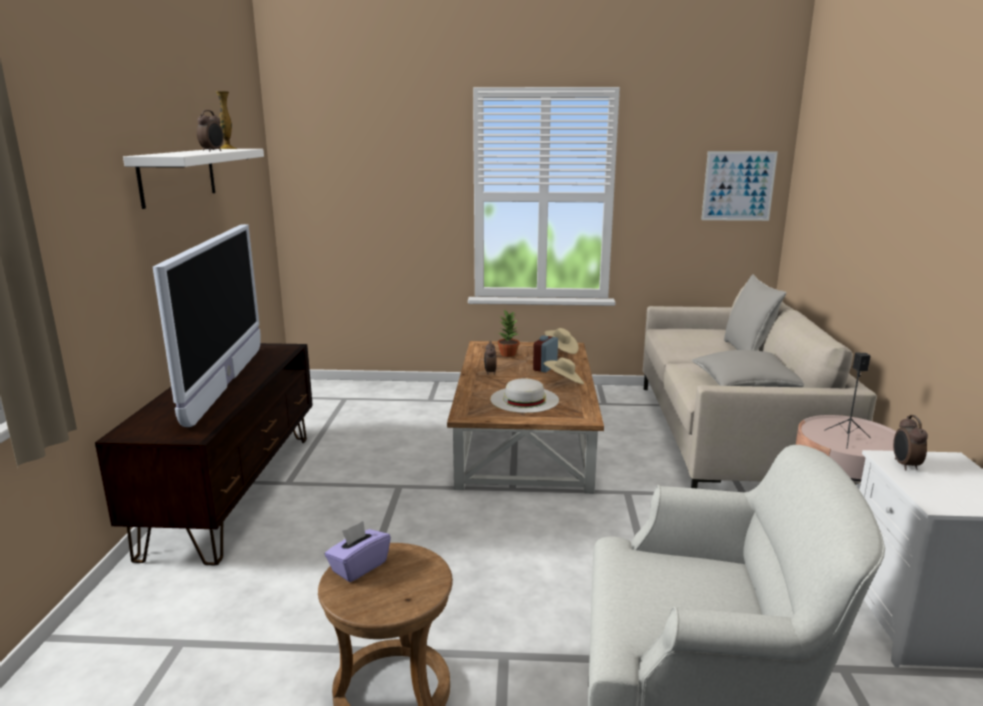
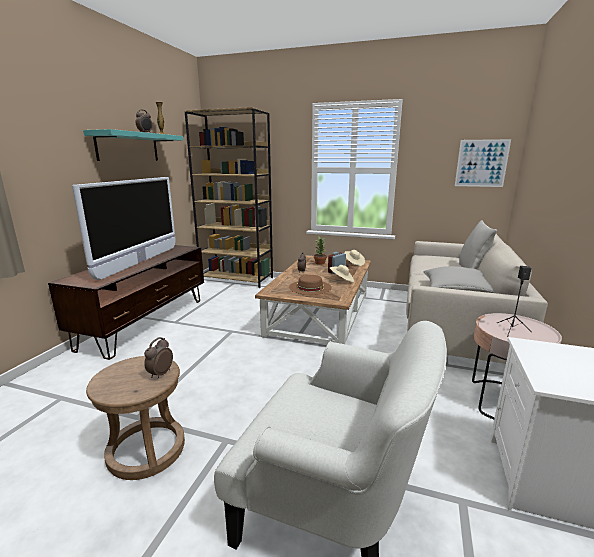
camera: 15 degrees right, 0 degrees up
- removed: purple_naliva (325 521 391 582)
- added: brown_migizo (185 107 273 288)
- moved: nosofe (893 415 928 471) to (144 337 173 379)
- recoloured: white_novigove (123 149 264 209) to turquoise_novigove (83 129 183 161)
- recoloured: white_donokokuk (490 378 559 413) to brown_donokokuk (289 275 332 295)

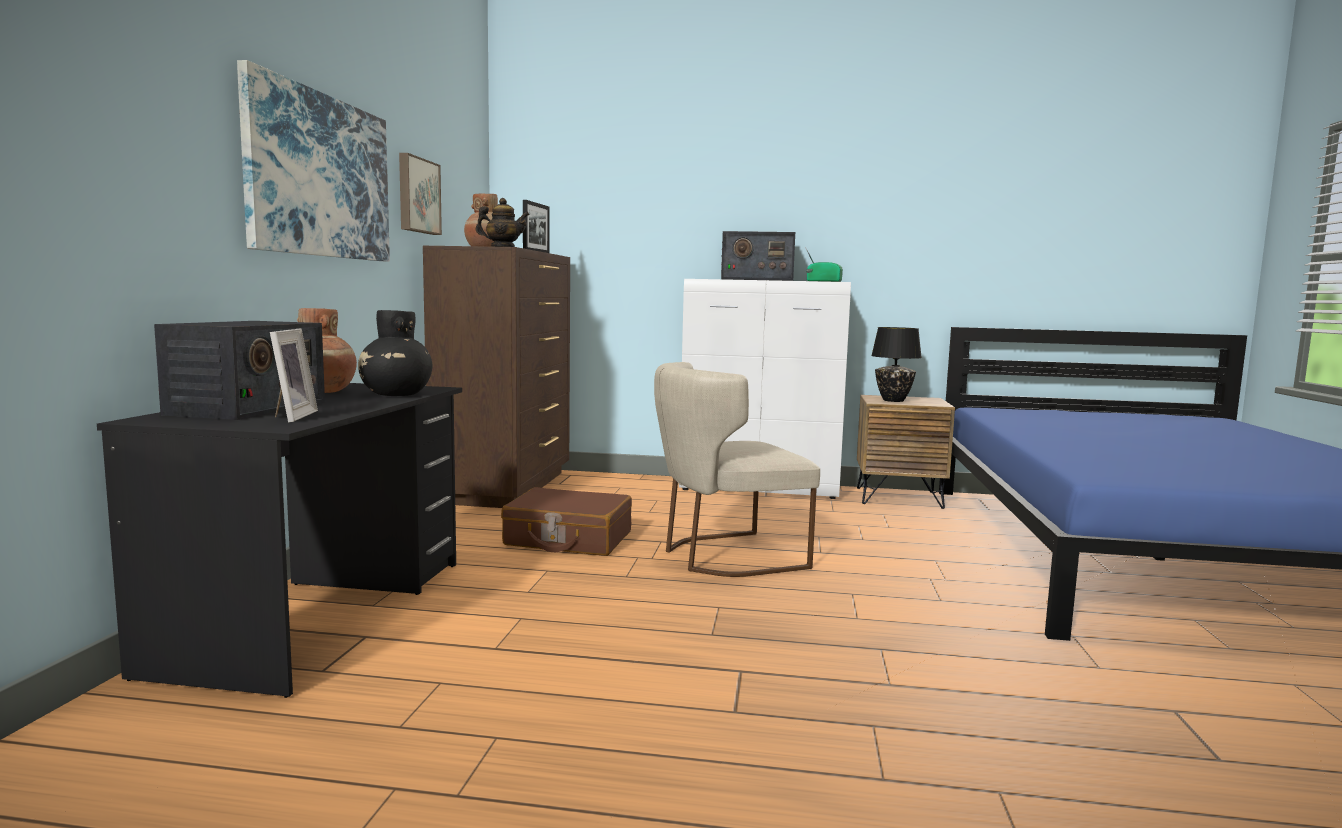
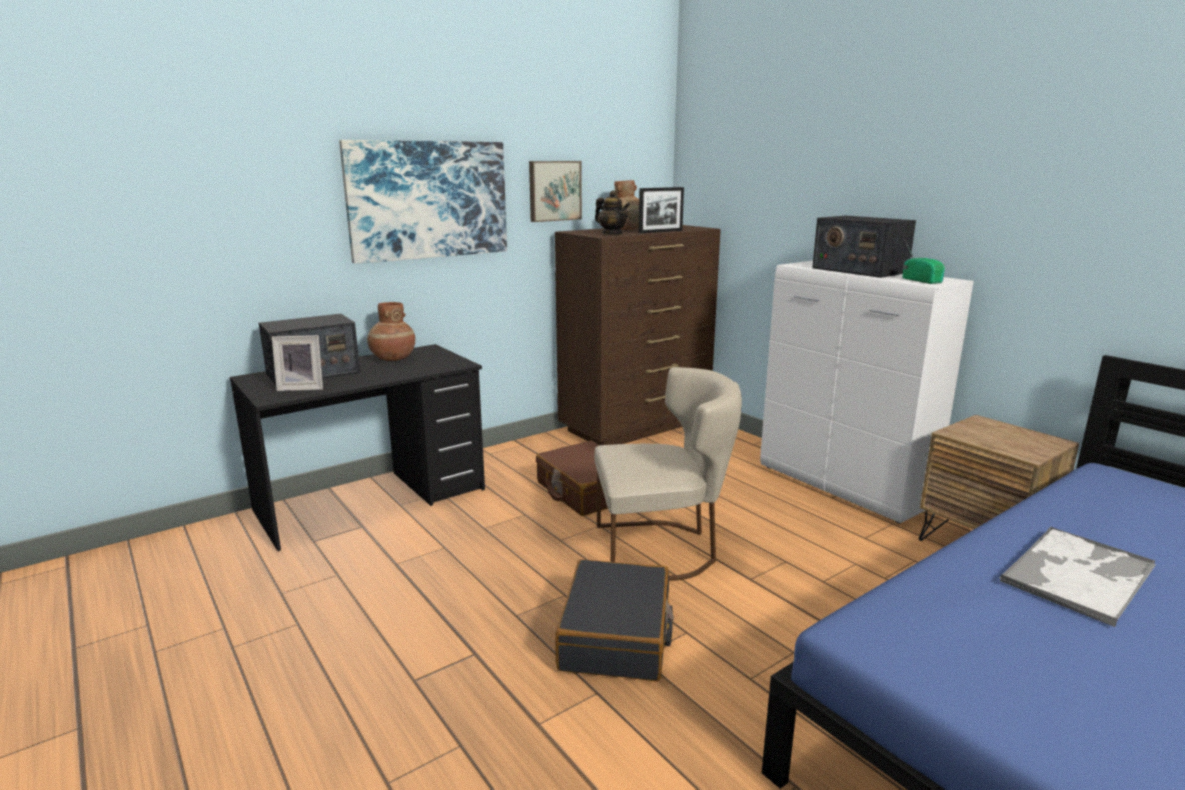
camera: 45 degrees right, 10 degrees up
- removed: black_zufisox (358 310 432 396)
- removed: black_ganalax (871 327 922 402)
- added: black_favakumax (555 559 674 681)
- added: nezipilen (999 527 1156 627)
- turned: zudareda (270 328 318 423) = (272 335 323 391) 45 degrees clockwise
- turned: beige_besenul (654 362 820 577) = (594 367 742 581) 150 degrees clockwise

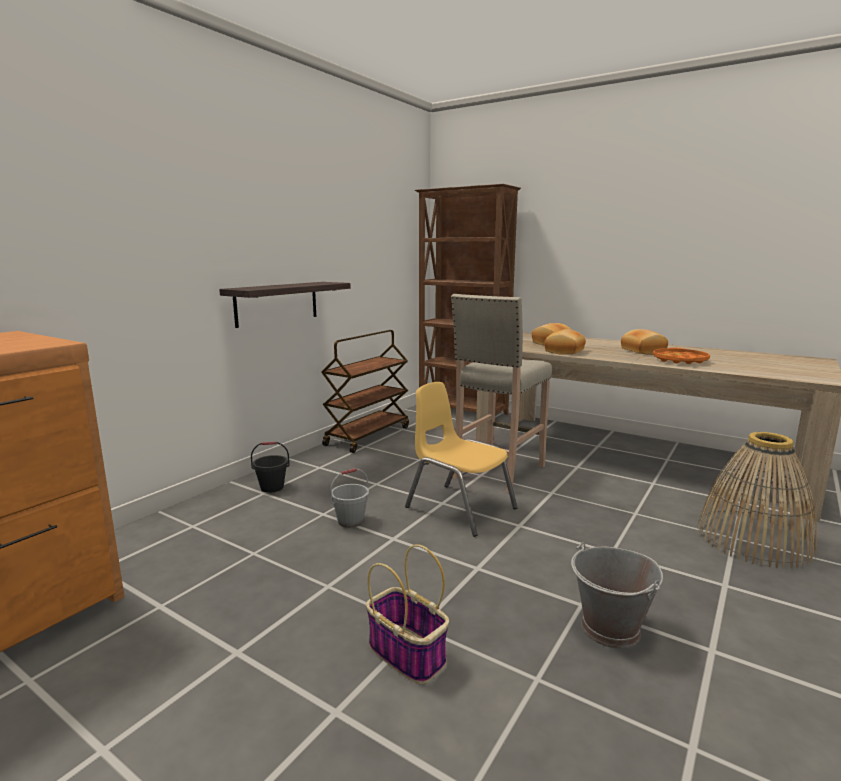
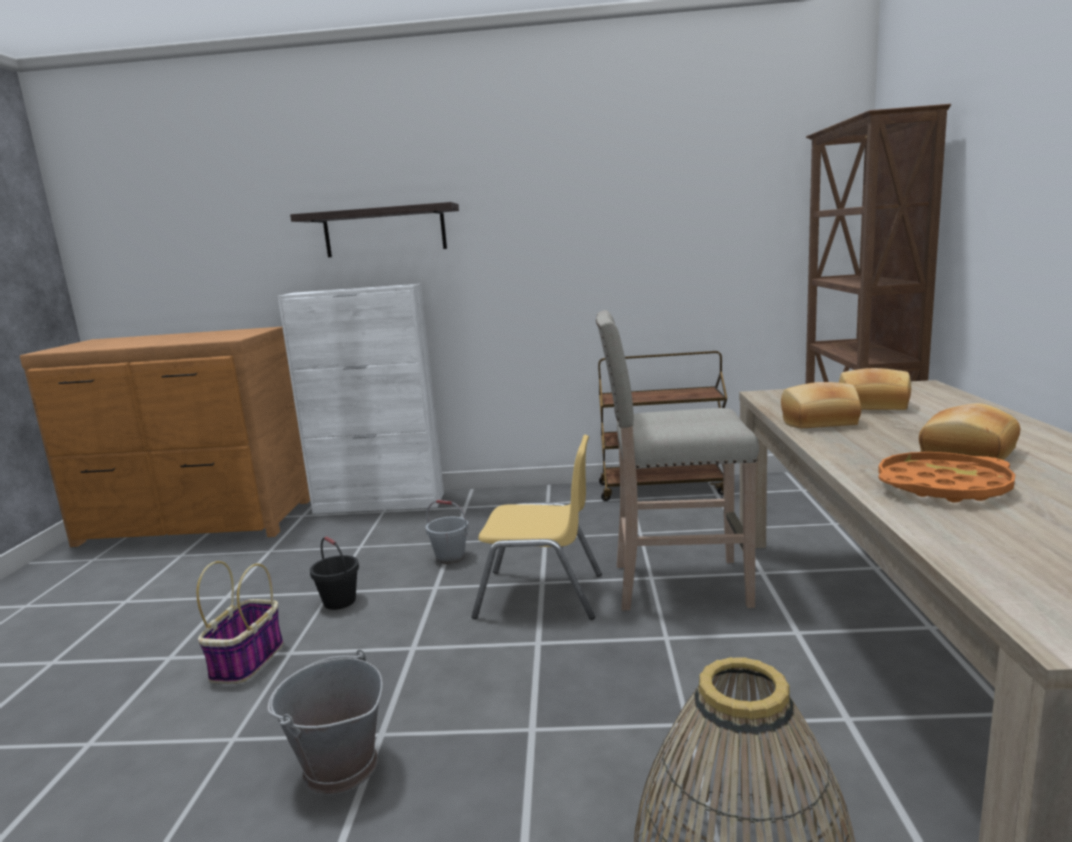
camera: 60 degrees right, 0 degrees up
- added: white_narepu (277 284 444 514)
- moved: novigove (219 282 351 328) to (290 202 459 257)
- moved: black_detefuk (251 442 290 493) to (310 536 359 610)
- turned: yellow_besenul (405 382 518 537) = (471 435 602 620) 90 degrees clockwise

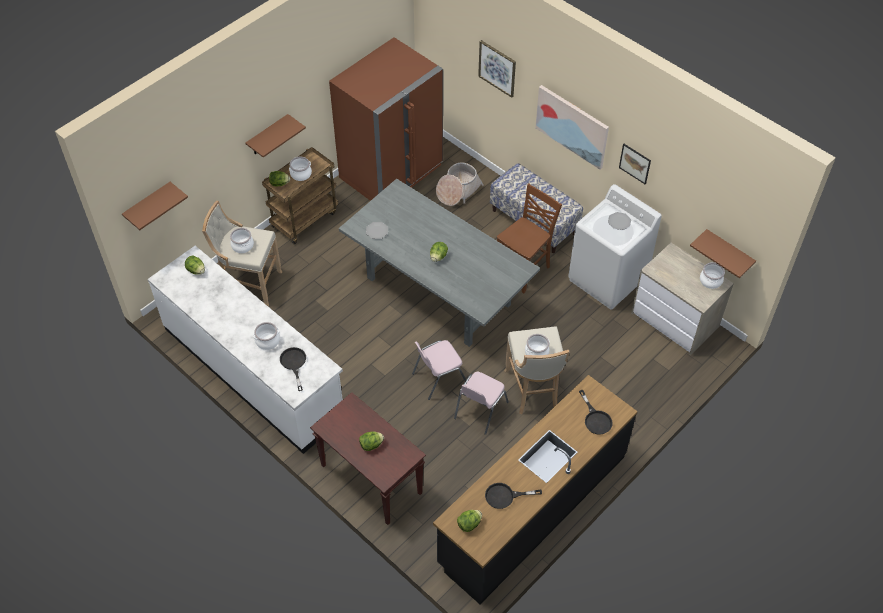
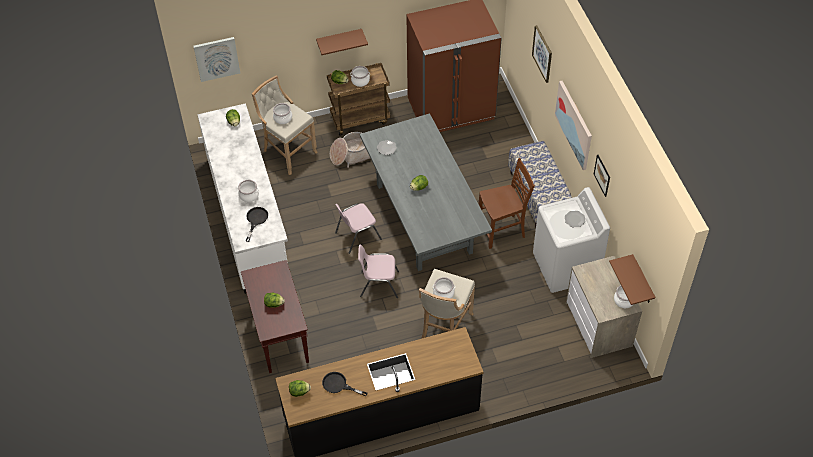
camera: 30 degrees right, 0 degrees up
- removed: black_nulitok (579 390 612 435)
- moved: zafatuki (436 163 484 206) to (330 132 370 168)
- moved: pink_besenul (454 371 509 435) to (335 203 382 254)
- replaced: brown_novigove (122 182 188 230) to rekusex (193 37 240 82)

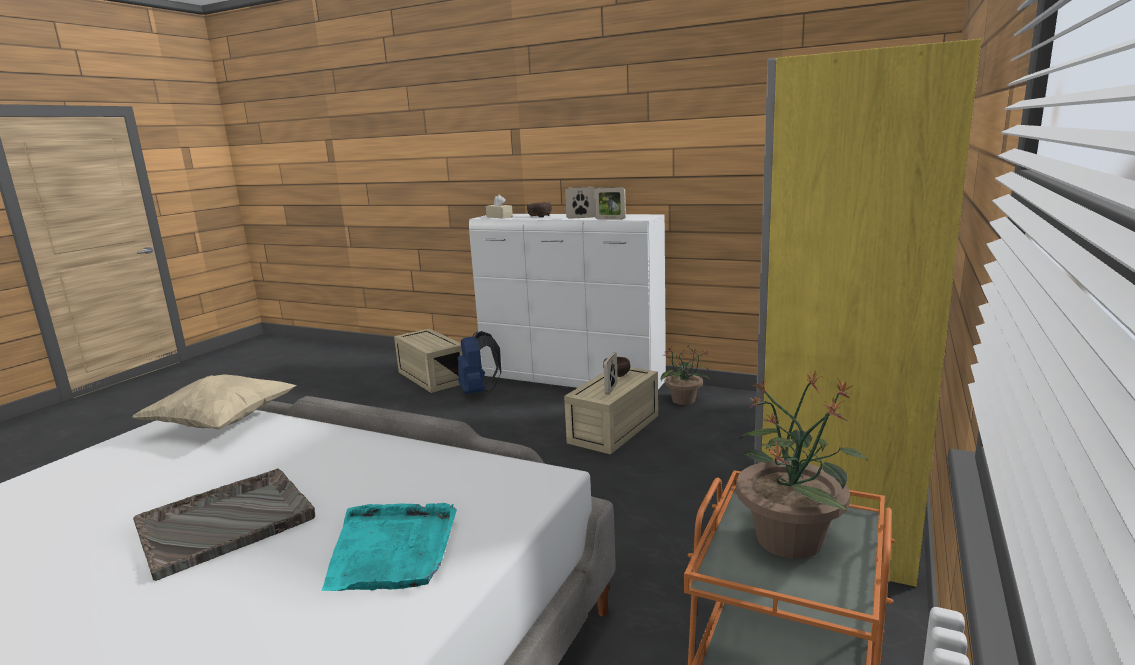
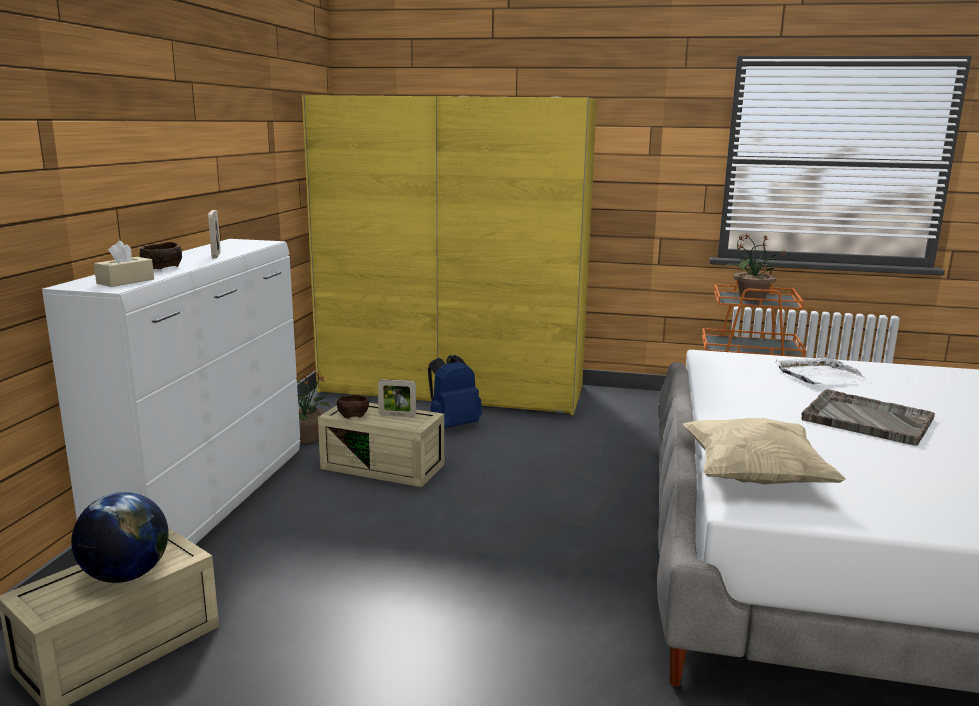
camera: 105 degrees left, 0 degrees up
- removed: zudareda (594 187 626 220)
- added: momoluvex (71 492 169 583)
- moved: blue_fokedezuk (457 331 501 394) to (428 355 482 428)
- recoloured: turquoise_nezipilen (322 503 457 591) to white_nezipilen (775 357 870 385)

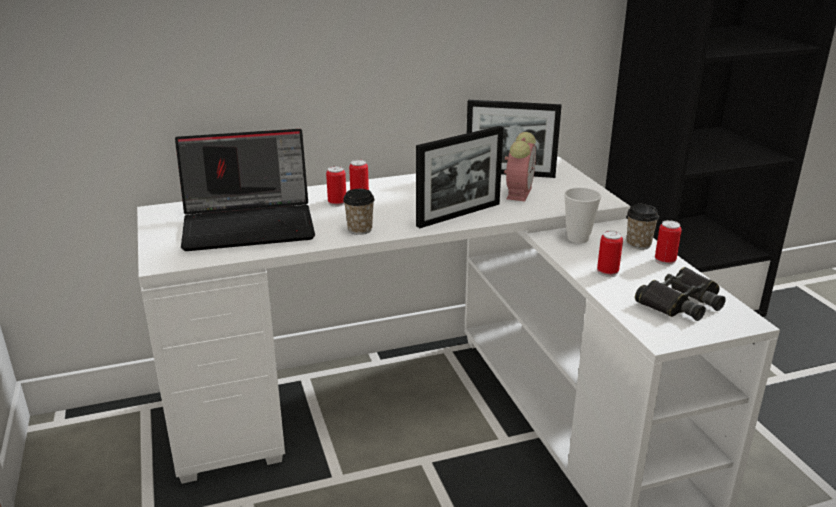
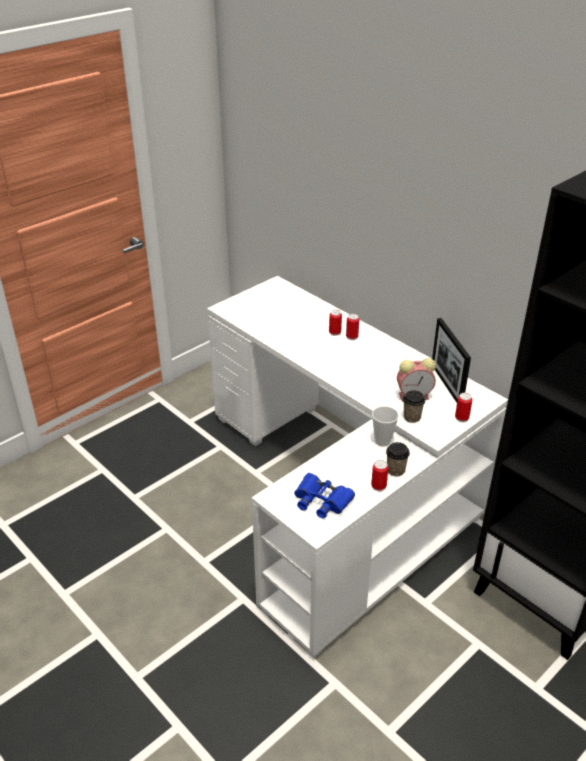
camera: 65 degrees right, 10 degrees up
- removed: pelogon (175 129 315 251)
- removed: zudareda (416 126 504 228)
- moved: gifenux (343 189 375 235) to (403 390 425 423)
- moved: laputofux (597 231 623 277) to (455 393 472 422)
- recoloured: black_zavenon (635 267 726 321) to blue_zavenon (294 473 355 518)

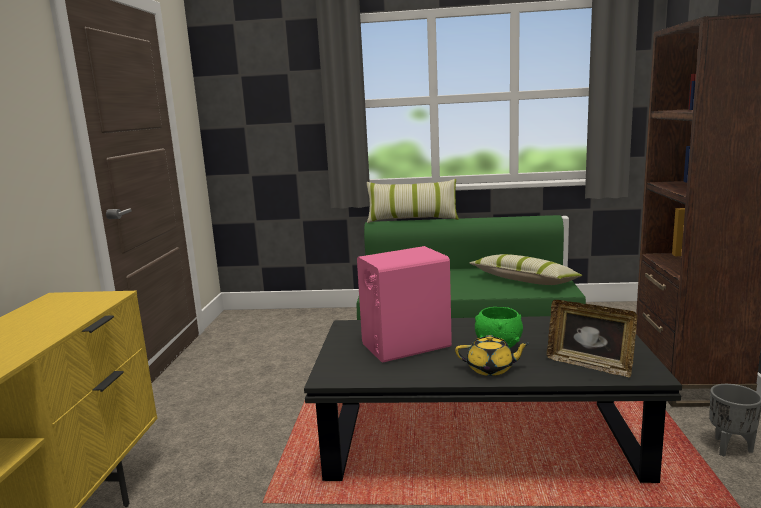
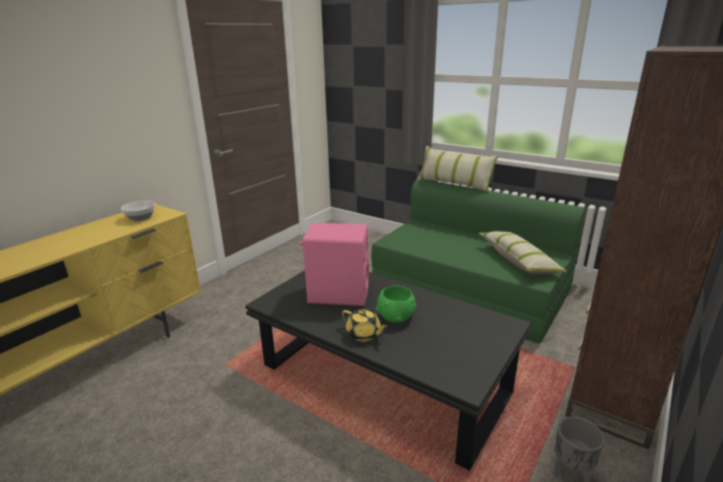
camera: 30 degrees right, 10 degrees up
- removed: zudareda (547 300 637 377)
- added: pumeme (121 200 155 221)

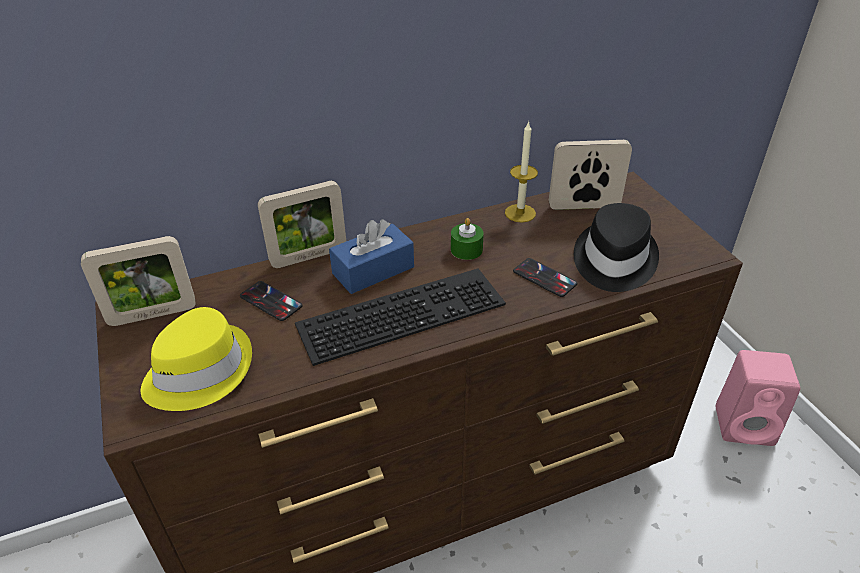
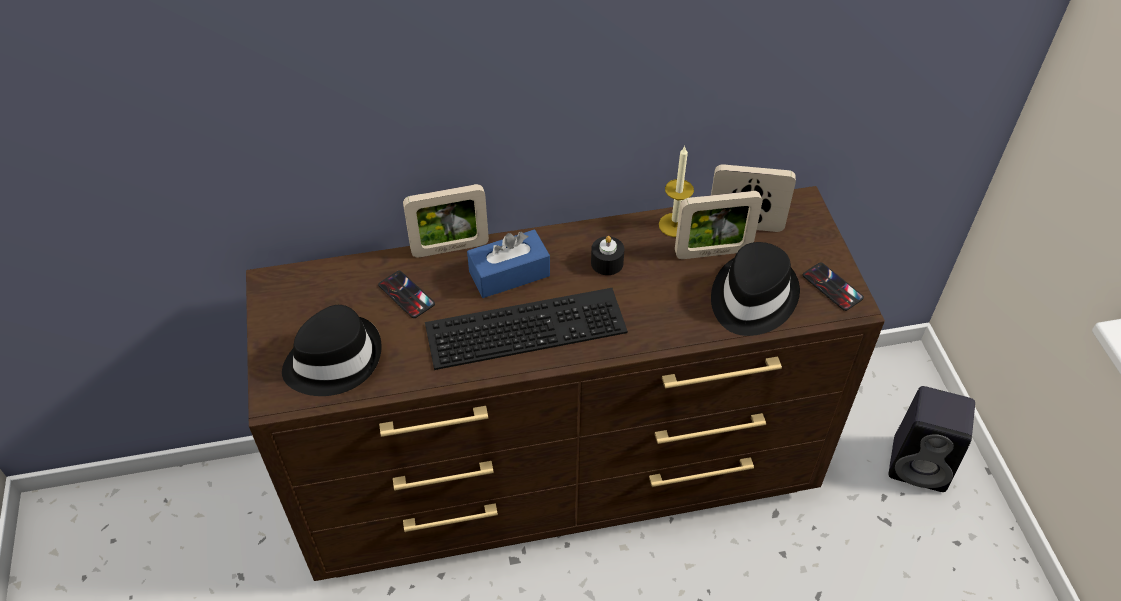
camera: 10 degrees right, 10 degrees up
- moved: zudareda (81 236 196 326) to (675 191 762 259)
- moved: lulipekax (513 258 577 297) to (803 262 864 311)
- recoloured: yellow_donokokuk (141 307 252 411) to black_donokokuk (282 305 382 396)
- recoloured: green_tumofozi (451 218 484 260) to black_tumofozi (591 236 624 275)
- recoloured: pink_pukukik (716 350 800 446) to black_pukukik (888 386 975 492)

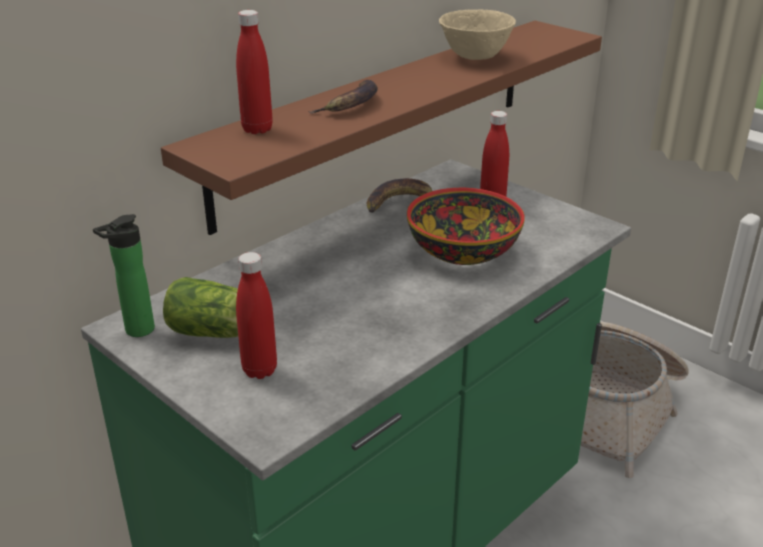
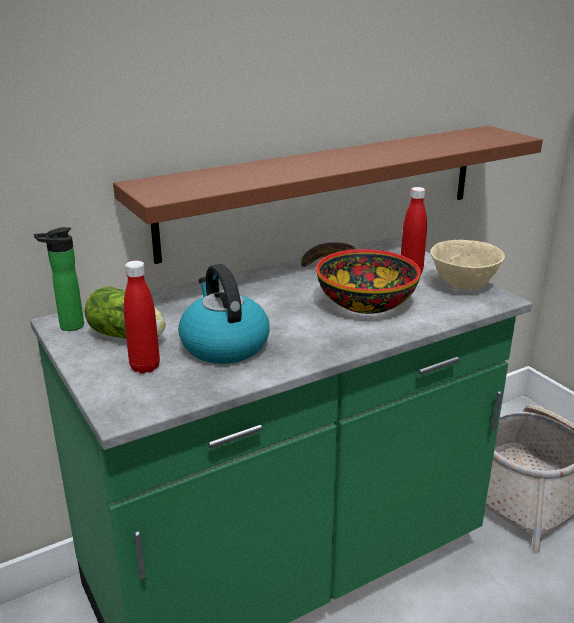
camera: 15 degrees right, 5 degrees down
- removed: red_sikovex (236 10 273 134)
- removed: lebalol (309 80 378 114)
- added: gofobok (178 264 270 364)
- moved: beige_pumeme (439 9 516 60) to (430 240 505 290)

